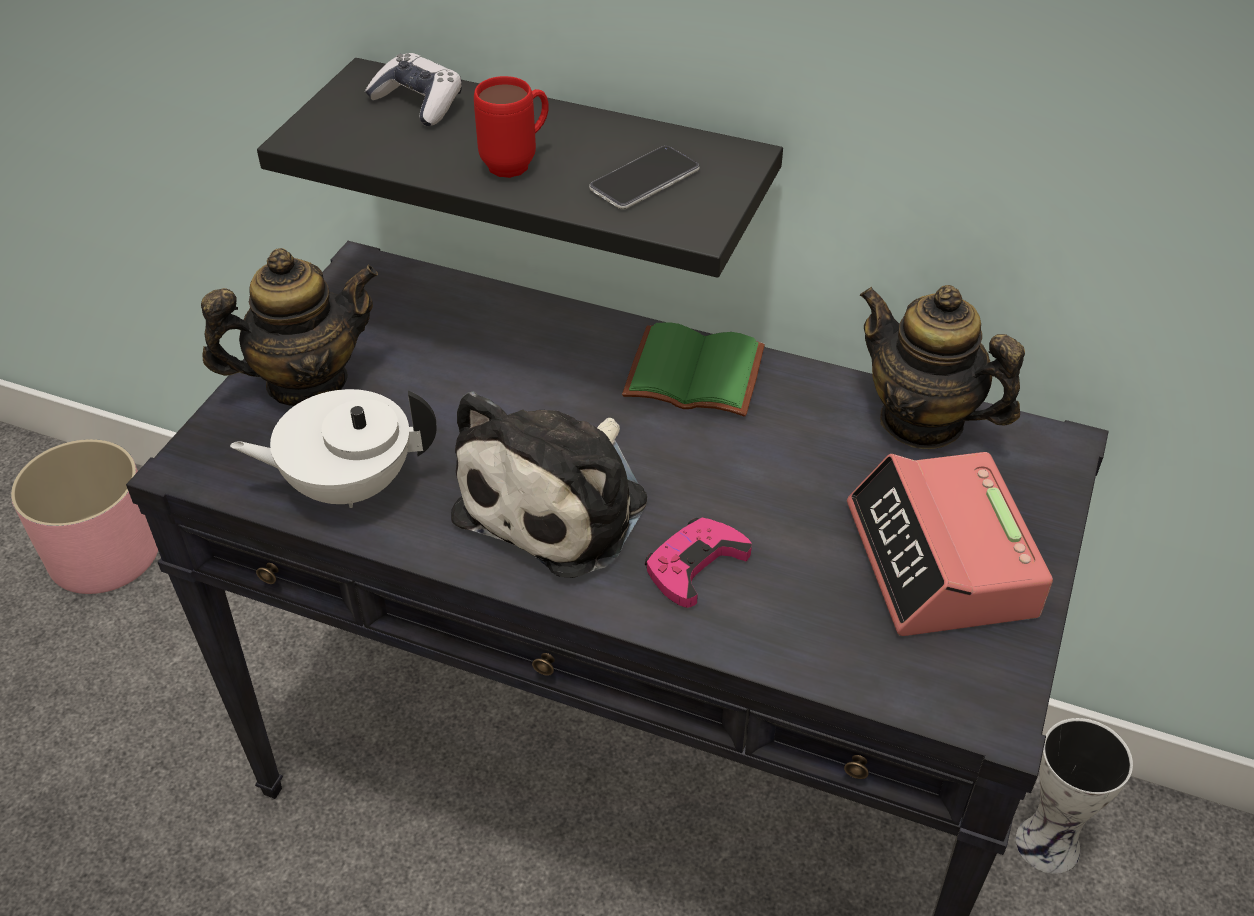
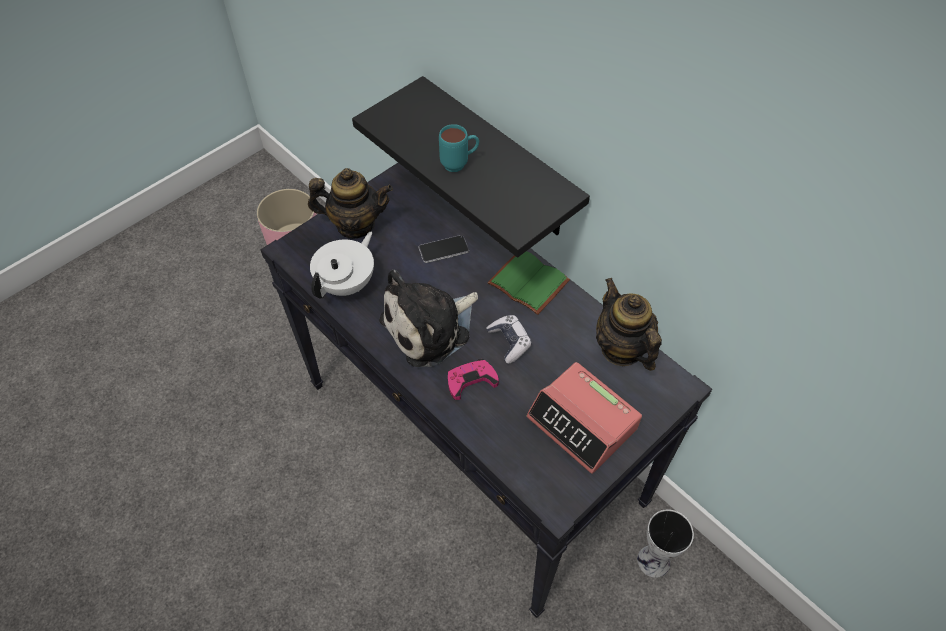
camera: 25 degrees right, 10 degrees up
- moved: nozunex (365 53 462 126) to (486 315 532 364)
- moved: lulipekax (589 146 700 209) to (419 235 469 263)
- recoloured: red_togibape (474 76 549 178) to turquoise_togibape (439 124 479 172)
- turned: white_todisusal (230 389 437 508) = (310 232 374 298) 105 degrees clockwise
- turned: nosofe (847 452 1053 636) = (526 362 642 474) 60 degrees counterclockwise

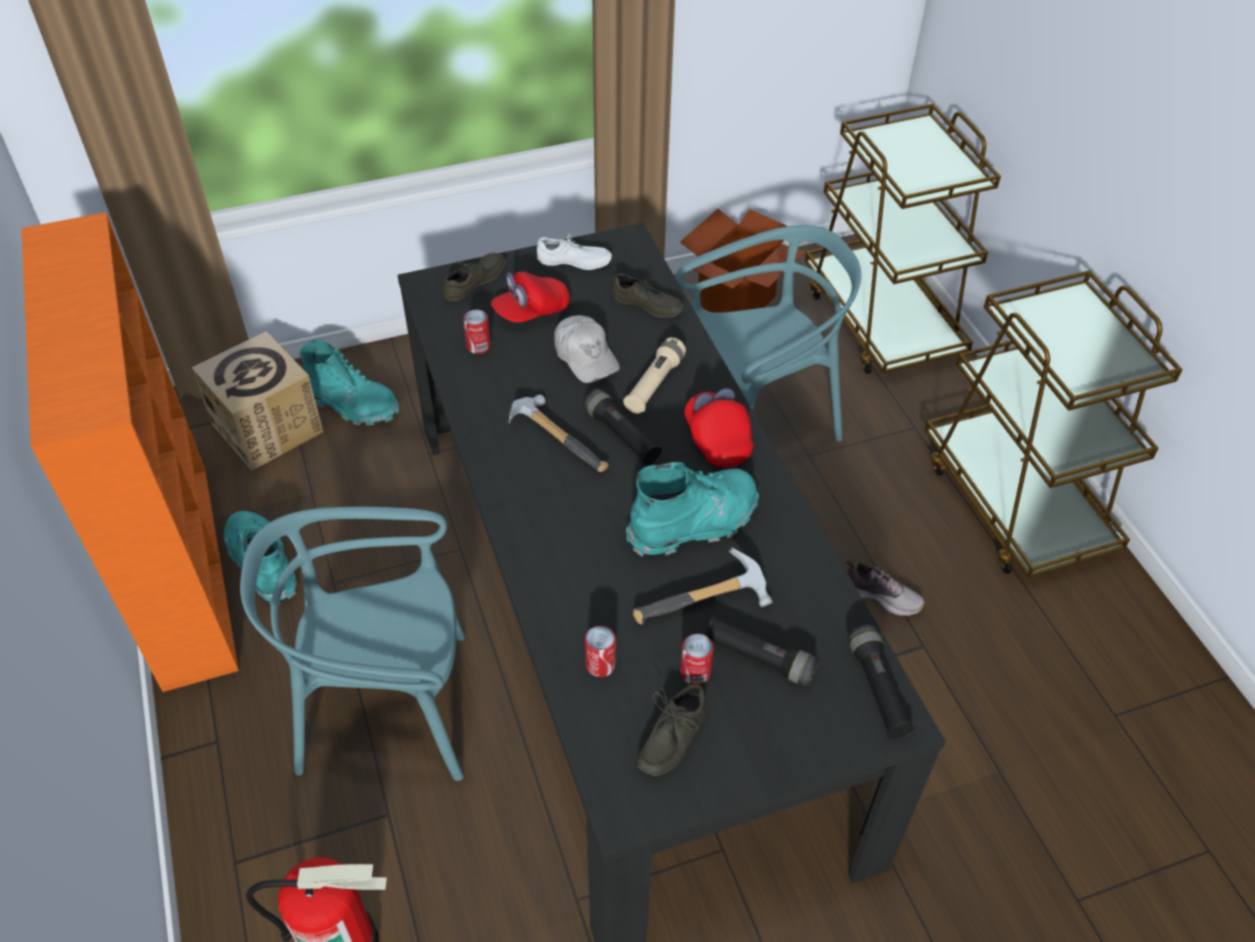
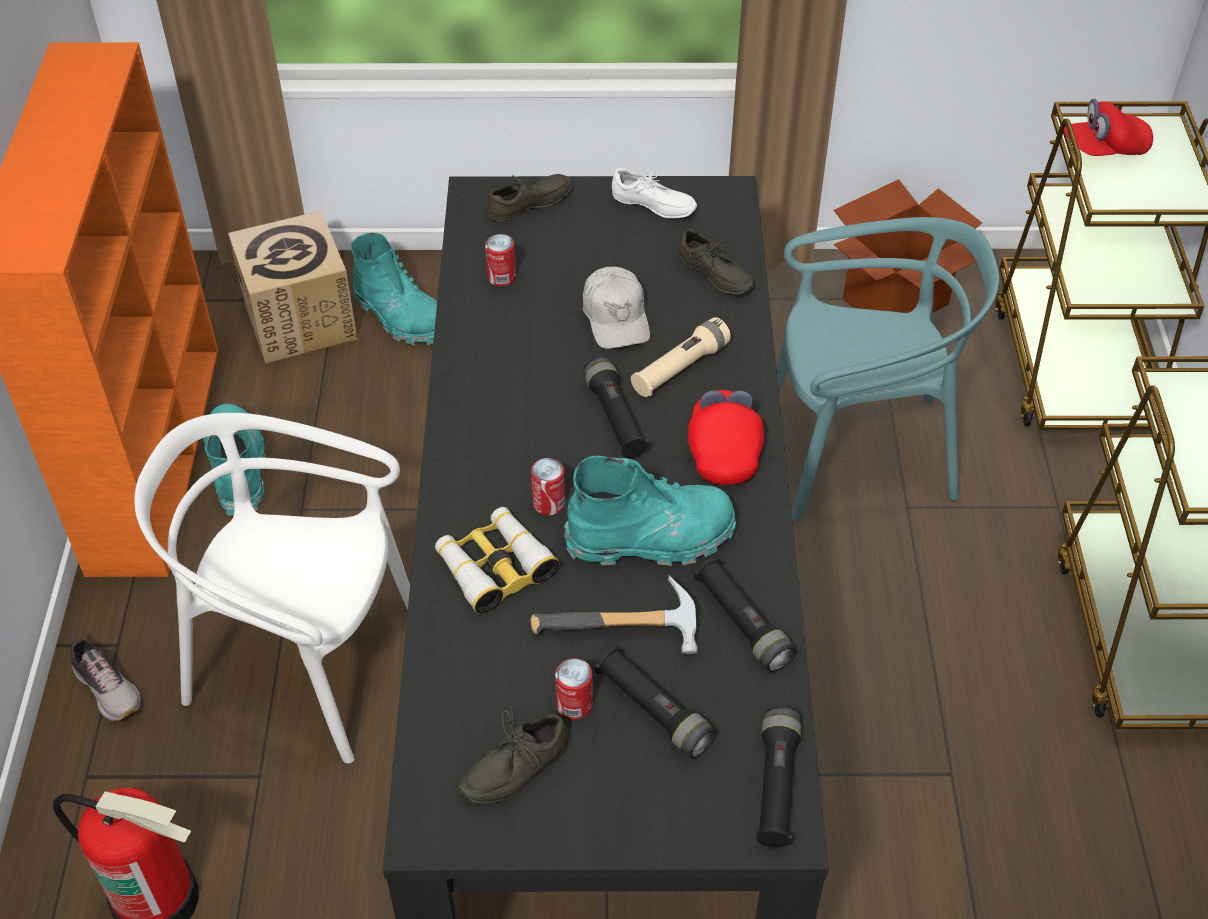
camera: 20 degrees right, 0 degrees up
- removed: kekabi (509 395 608 472)
- added: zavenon (435 507 560 614)
- added: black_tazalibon (694 558 796 672)
- moved: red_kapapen (491 272 570 323) to (1064 99 1153 156)
- moved: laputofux (585 626 616 677) to (531 458 565 515)
- moved: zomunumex (846 559 925 616) to (69 632 141 721)
- recoloured: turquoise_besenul (240 507 465 781) to white_besenul (134 413 410 763)

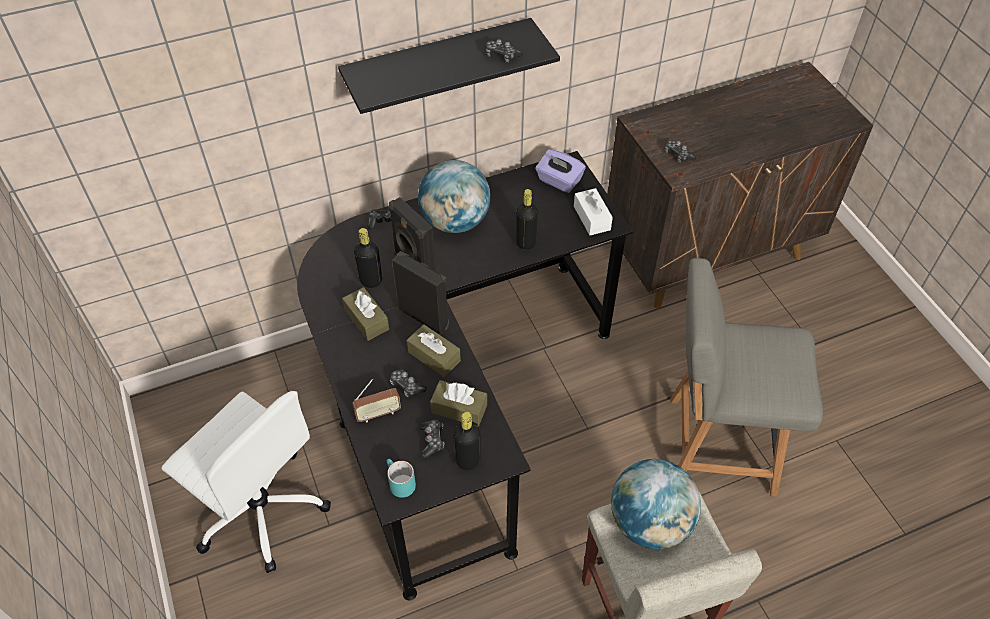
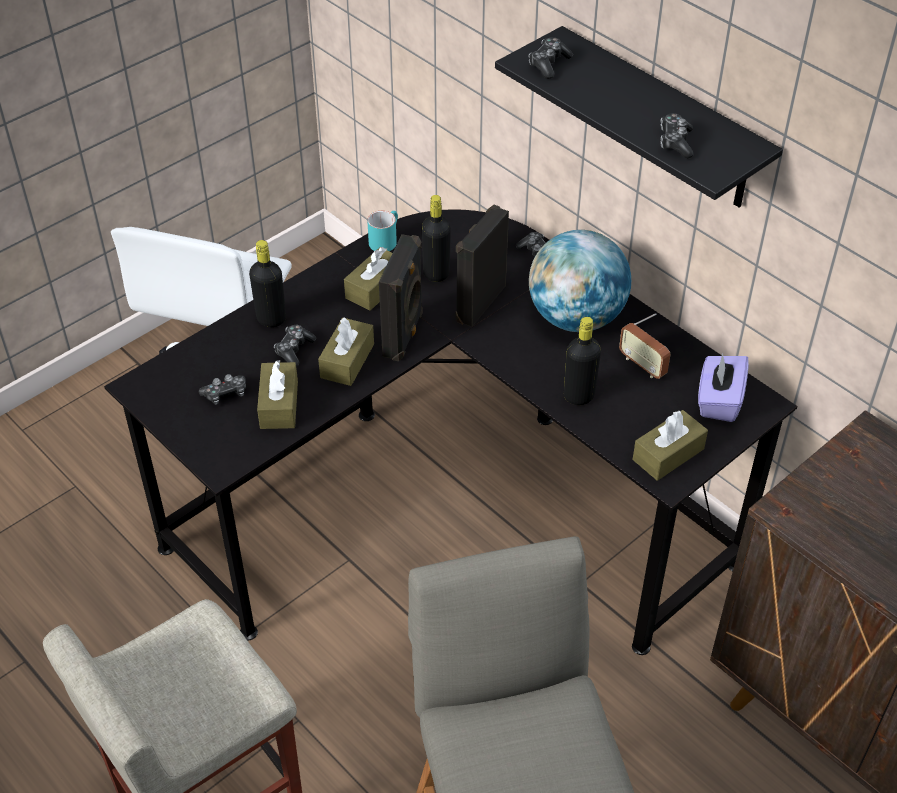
camera: 70 degrees right, 5 degrees down
- removed: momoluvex (611 459 701 549)
- moved: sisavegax (352 379 401 422) to (619 313 671 379)
- moved: turquoise_togibape (386 459 416 498) to (367 211 398 251)
- moved: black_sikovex (453 412 481 470) to (249 240 286 327)
- moved: nozunex (665 140 696 162) to (529 37 573 79)
- recoloured: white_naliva (574 188 613 235) to brown_naliva (633 410 708 481)

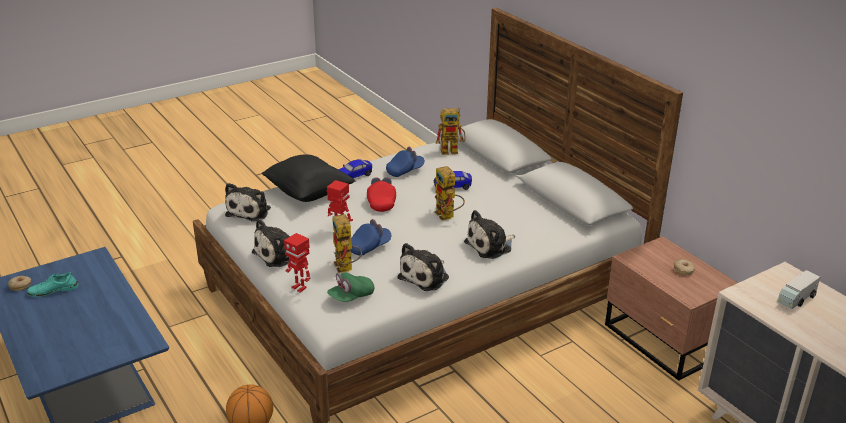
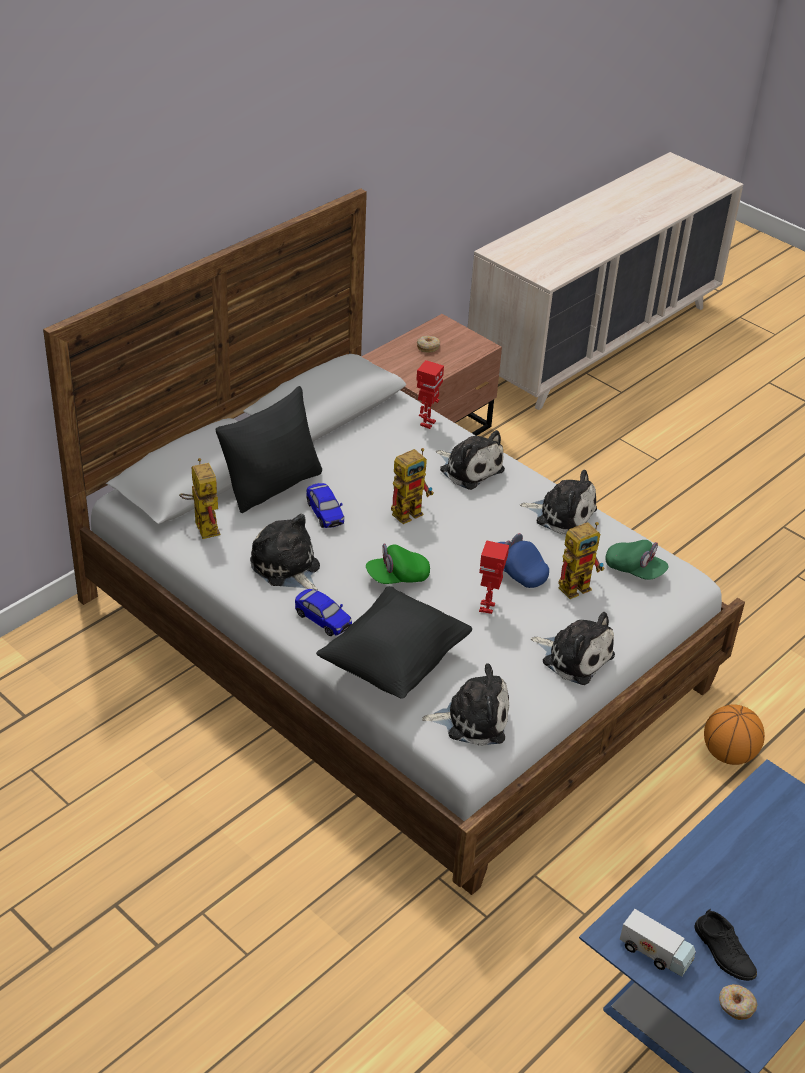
camera: 105 degrees left, 10 degrees up
- added: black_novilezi (216 386 322 513)
- moved: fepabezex (284 233 311 293) to (416 360 444 429)
- moved: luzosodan (778 270 820 309) to (620 909 696 977)
- replaced: blue_kapapen (386 147 425 177) to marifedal (250 514 320 591)
- recoloured: turquoise_zomunumex (27 272 79 297) to black_zomunumex (694 909 757 981)
- recoloured: red_kapapen (367 177 396 212) to green_kapapen (366 543 430 584)

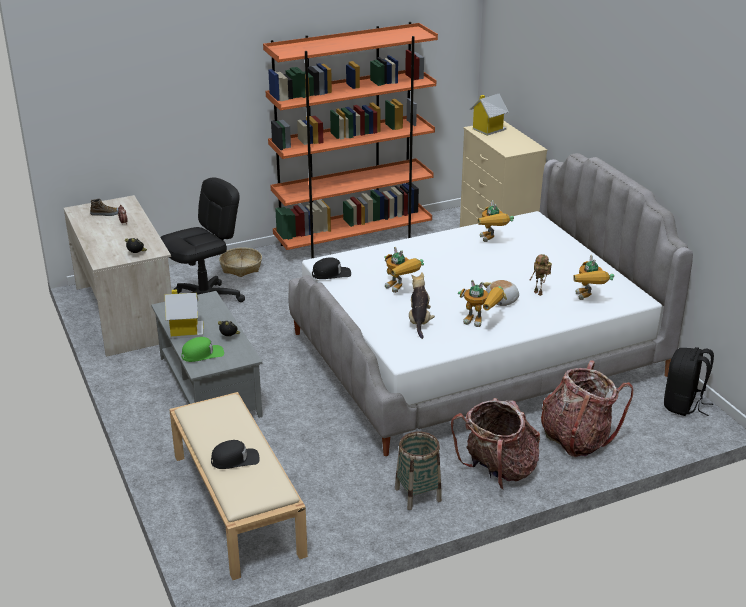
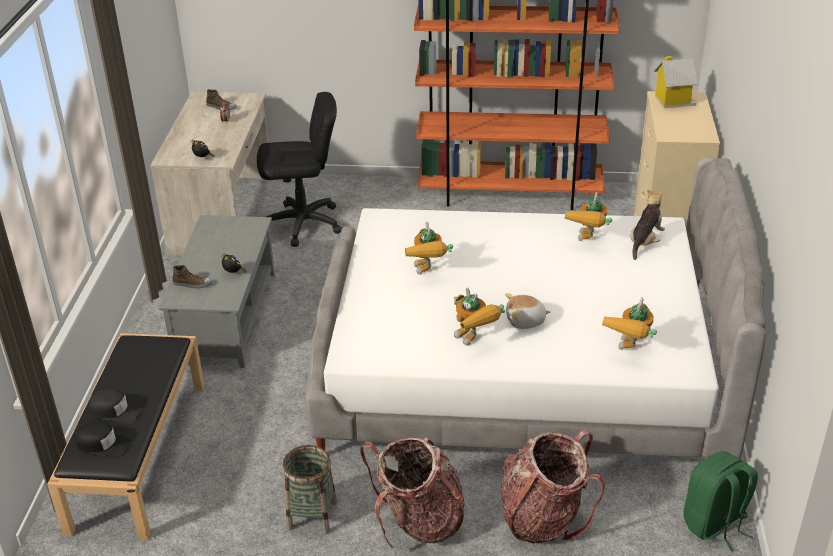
camera: 30 degrees right, 5 degrees up
- removed: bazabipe (165 290 203 339)
- removed: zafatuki (219 248 262 277)
- removed: fepabezex (529 254 552 296)
- moved: black_kapapen (312 257 351 279) to (76 421 132 459)
- moved: marifedal (409 272 435 339) to (631 190 665 260)
- replaced: green_kapapen (181 337 224 362) to zomunumex (172 265 213 289)
- recoloured: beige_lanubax (169 392 308 580) to black_lanubax (47 333 205 540)
- recoloured: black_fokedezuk (664 347 714 416) to green_fokedezuk (684 451 758 551)

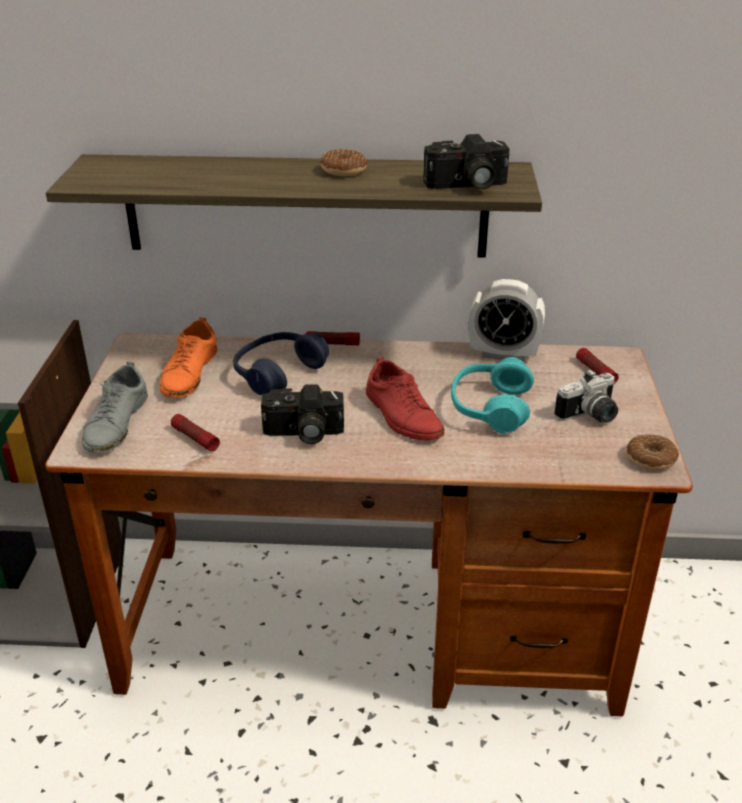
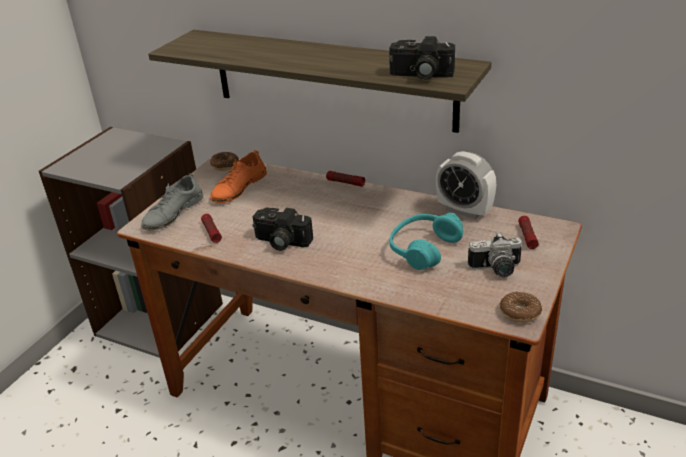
camera: 25 degrees right, 0 degrees up
- removed: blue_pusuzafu (233 332 329 395)
- removed: red_zomunumex (366 357 444 440)
- moved: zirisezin (320 149 368 176) to (210 152 239 171)

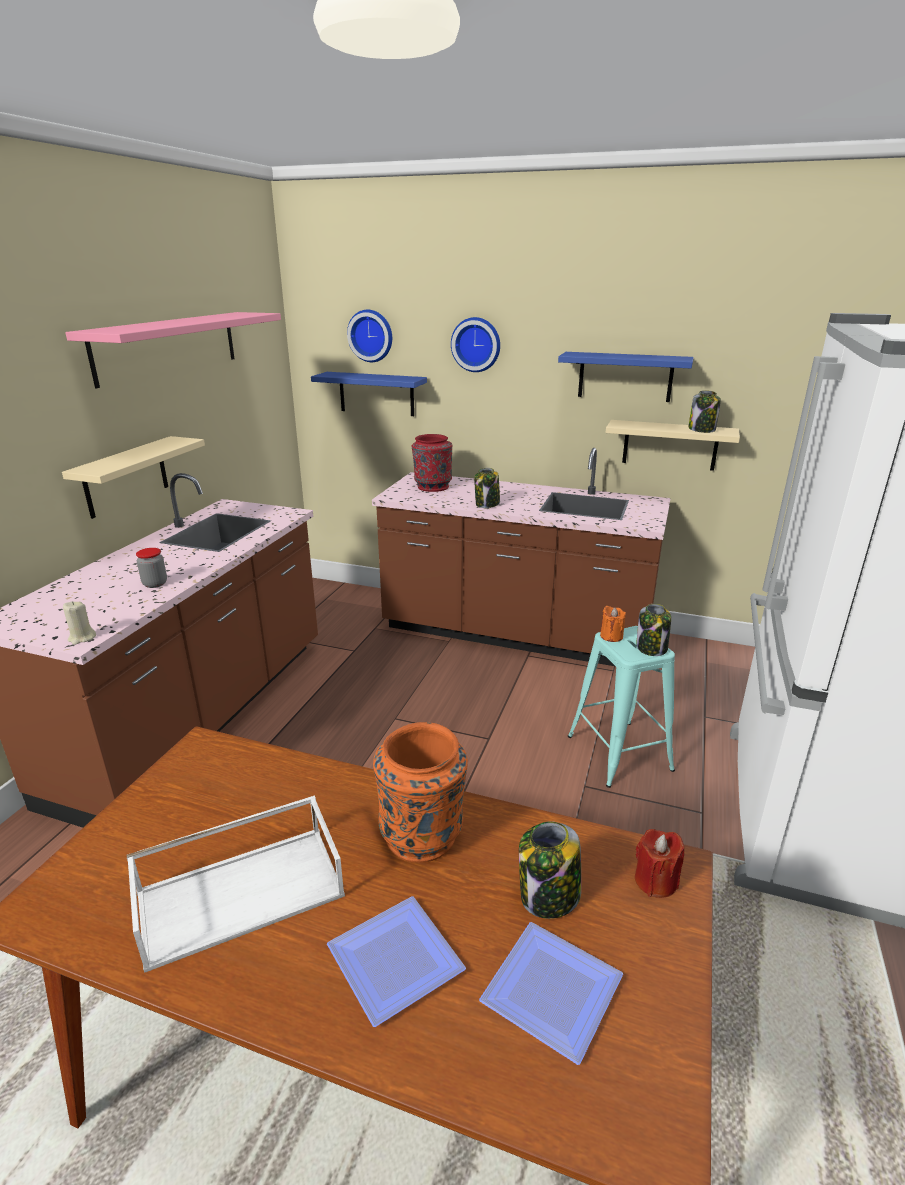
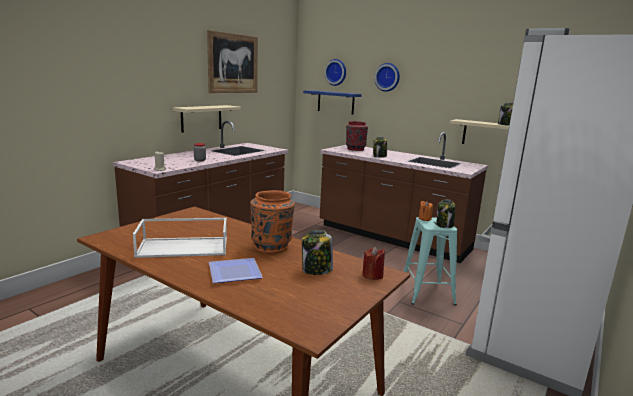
camera: 15 degrees right, 10 degrees down
- removed: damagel (479 922 623 1065)
- removed: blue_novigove (558 352 694 402)
- replaced: pink_novigove (65 312 281 388) to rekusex (207 30 258 93)

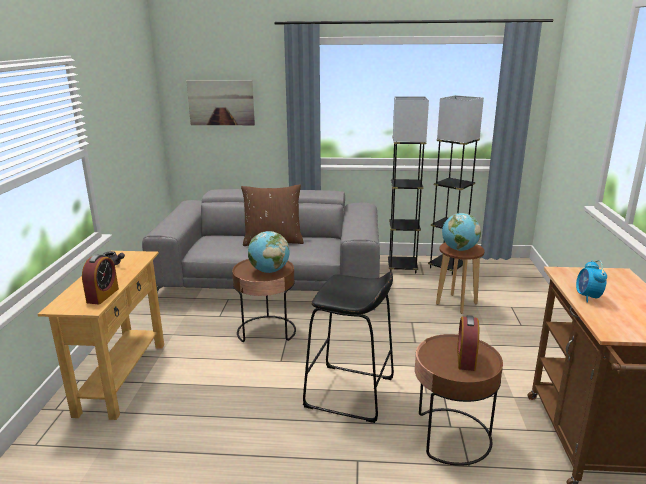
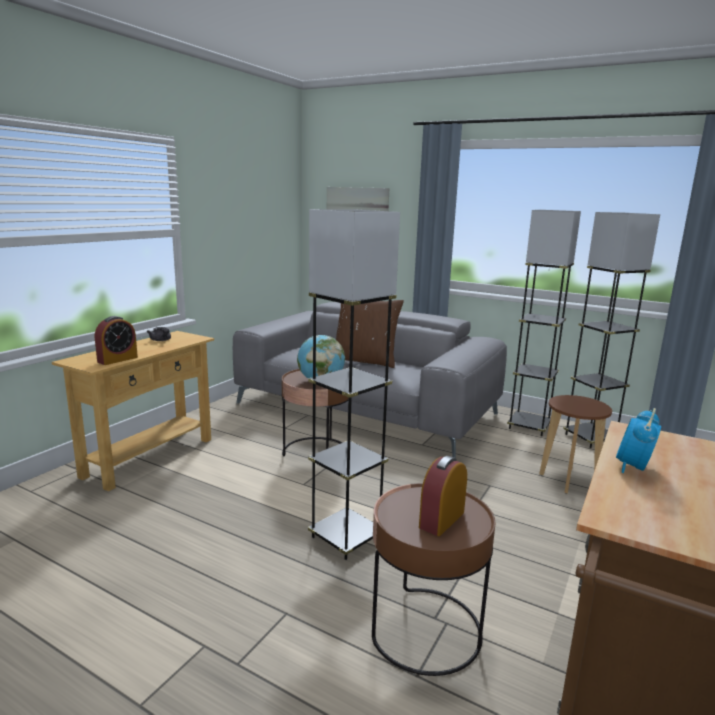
camera: 25 degrees right, 5 degrees down
- removed: momoluvex (442 213 481 251)
- replaced: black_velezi (303 271 394 423) to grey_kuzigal (308 209 400 560)

